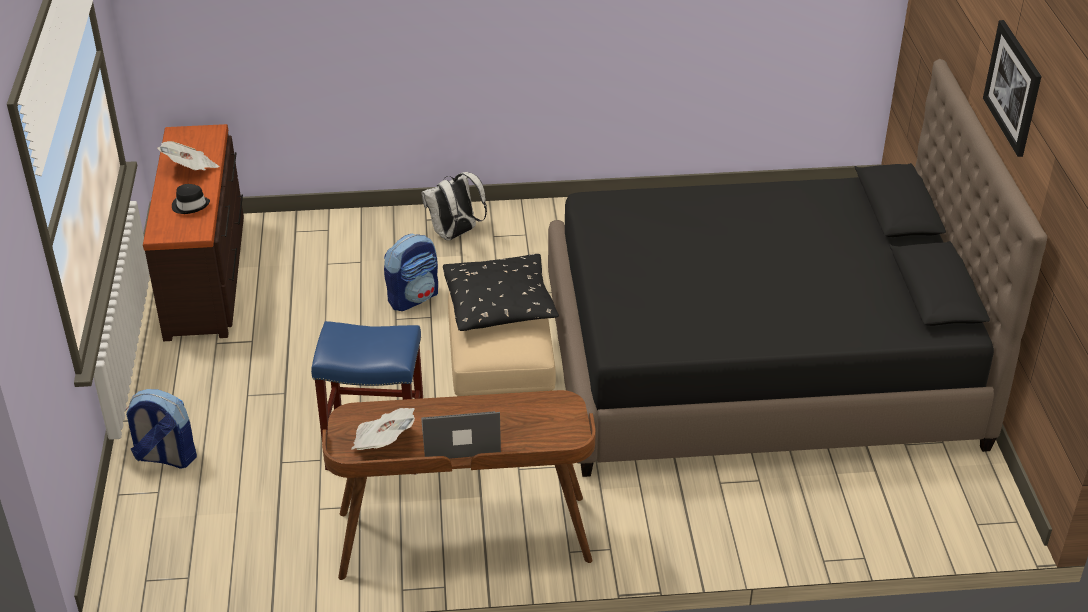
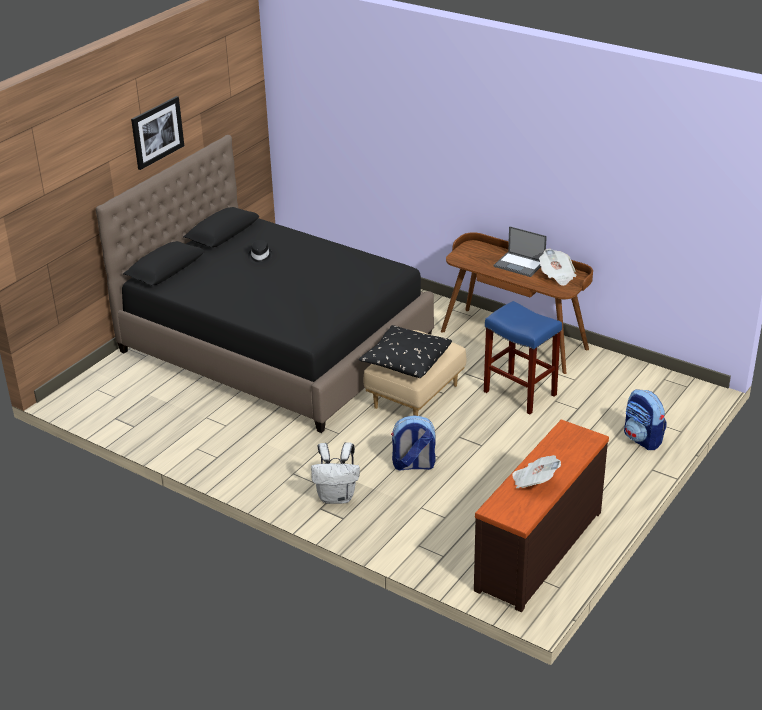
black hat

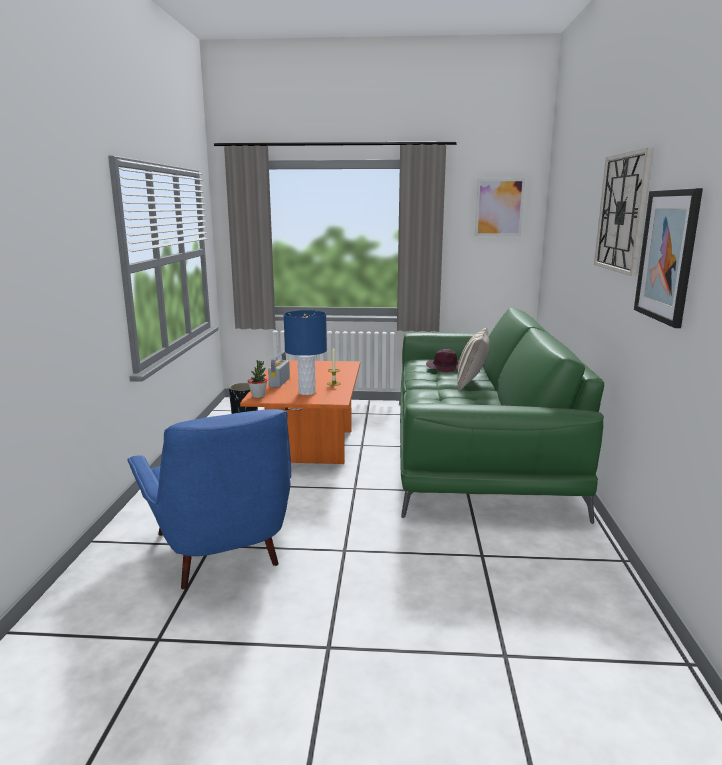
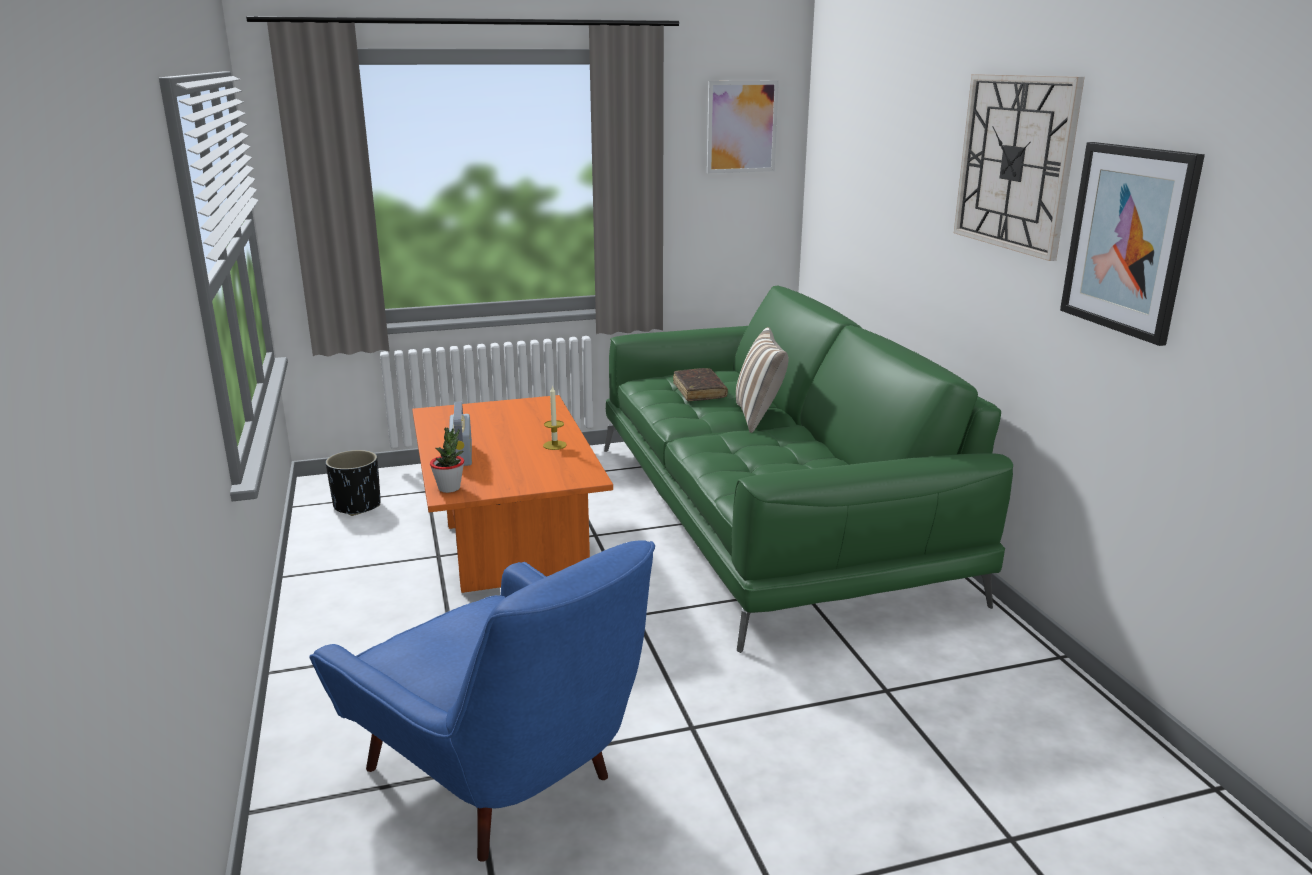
blue table lamp; brown book

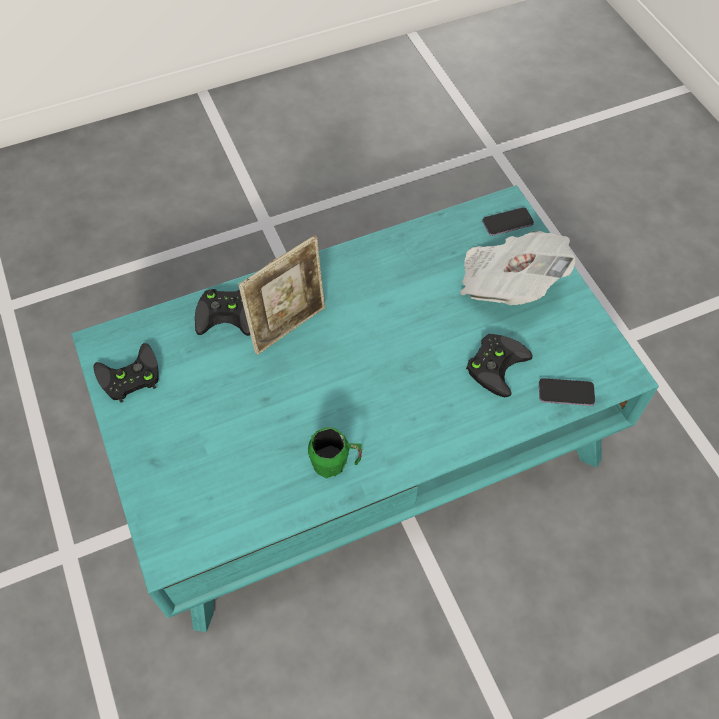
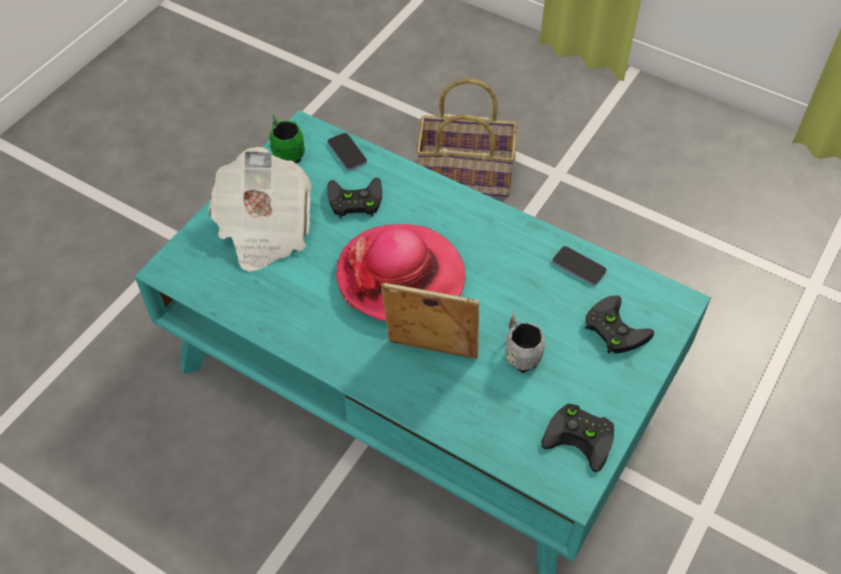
phone (2nd from left); black game controller (3rd from left); green mug; basket; hat; grey mug

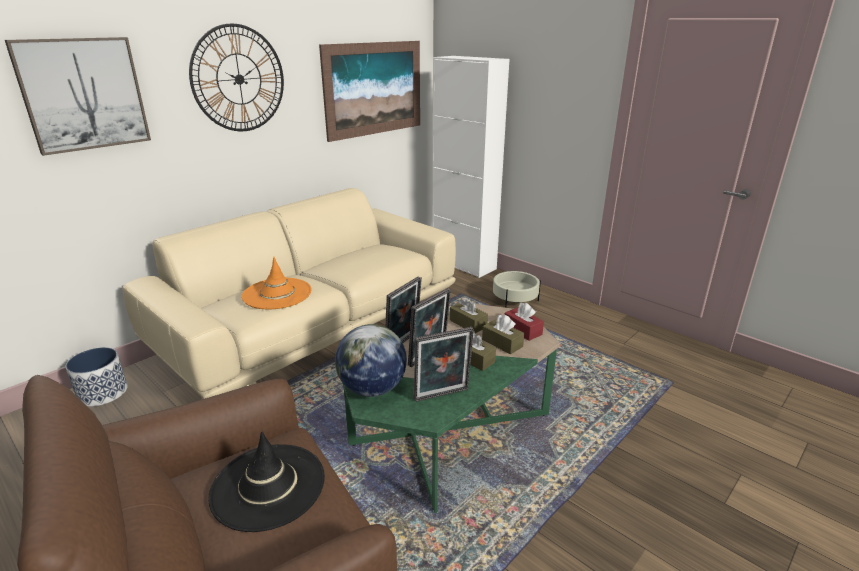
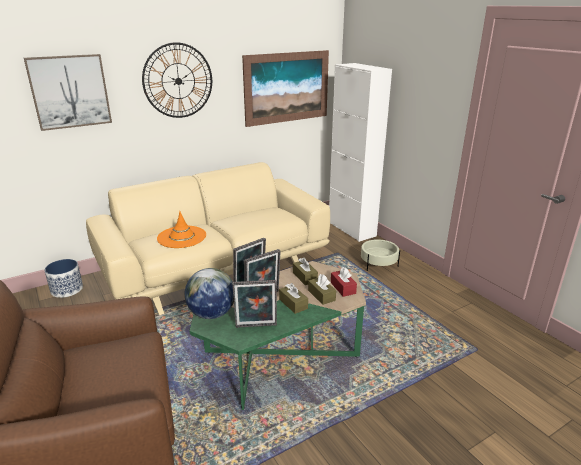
black hat

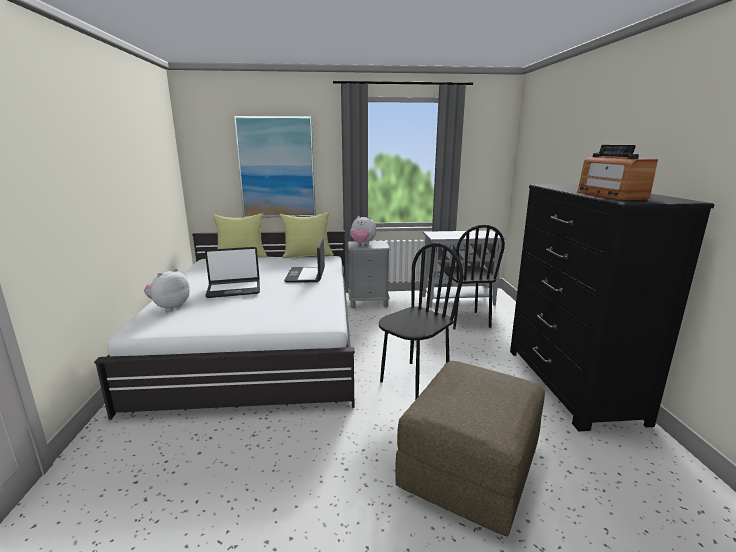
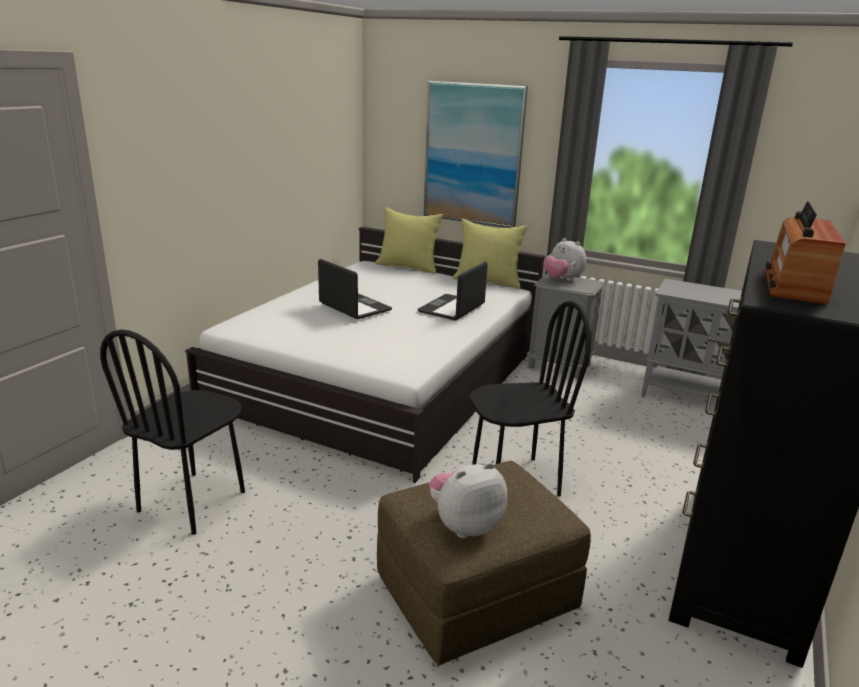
black chair (1st from left); laptop (1st from left); plush toy (1st from left)

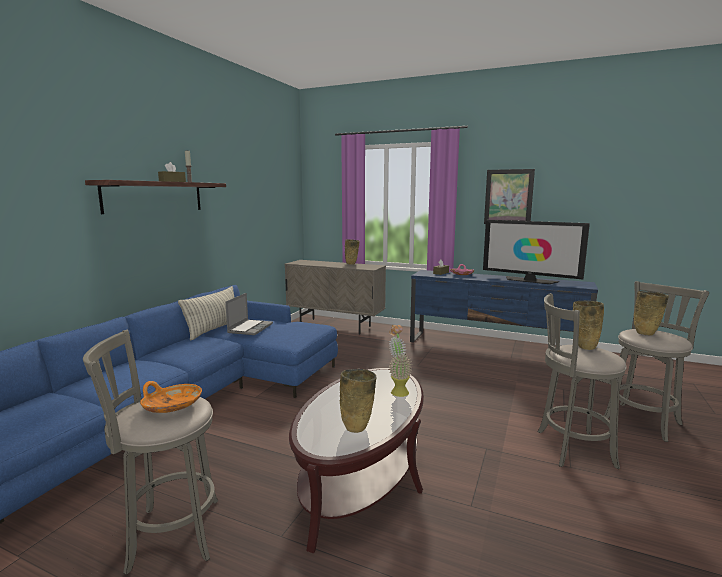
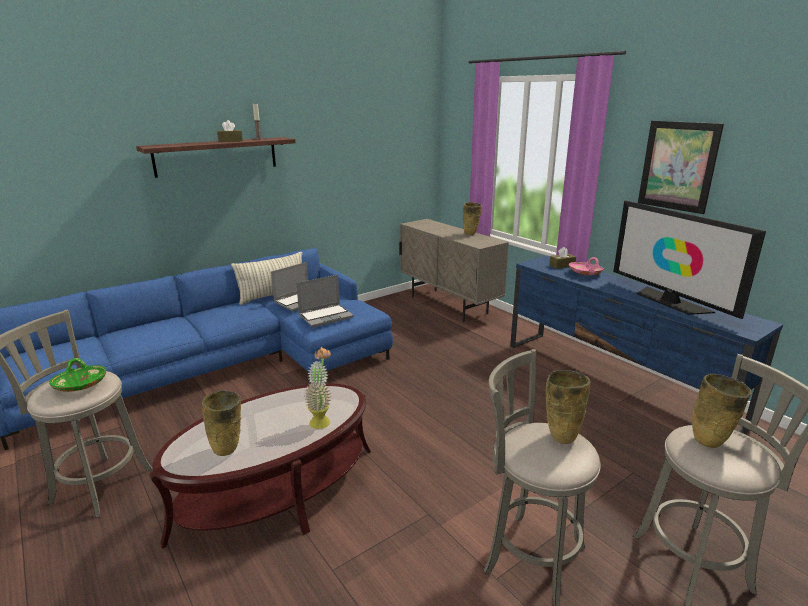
green bowl; laptop (2nd from left)

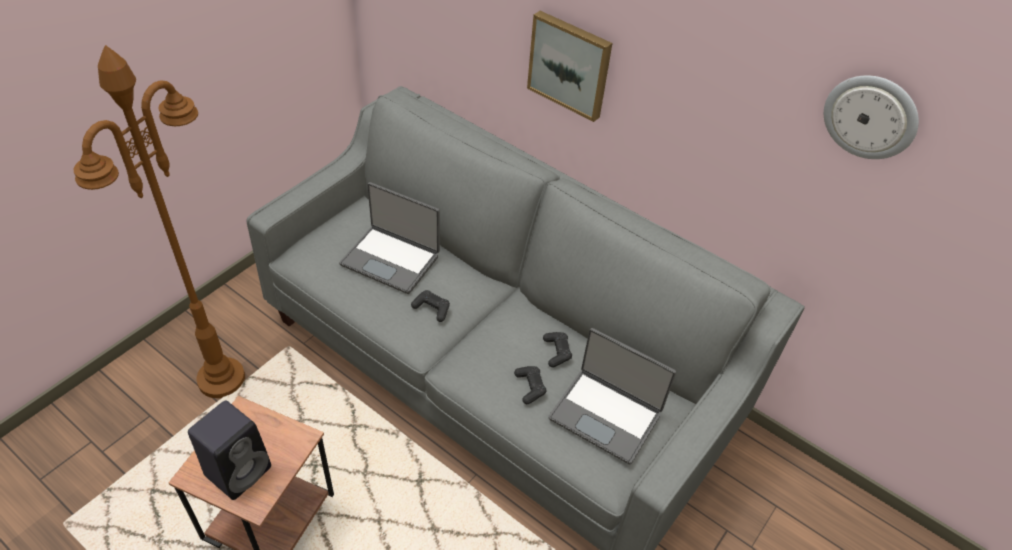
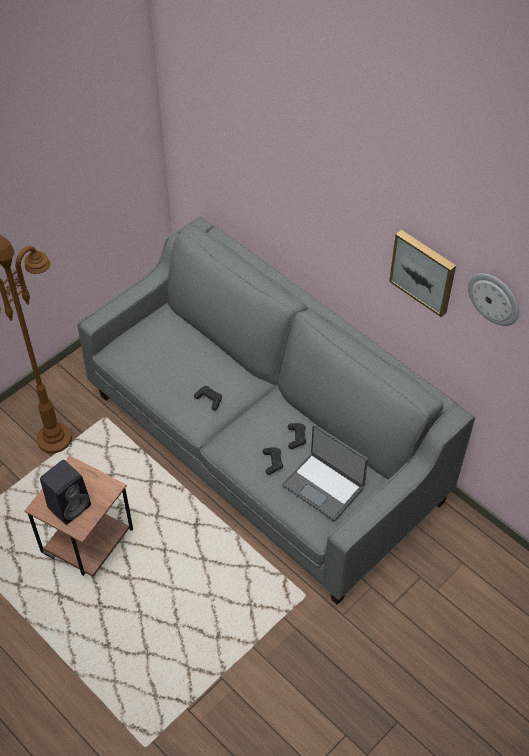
picture; laptop (1st from left in the first image)

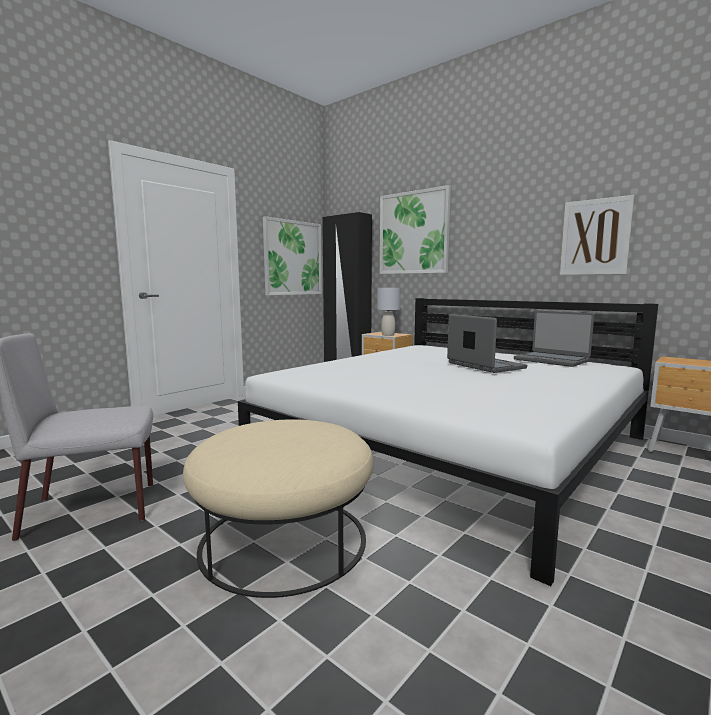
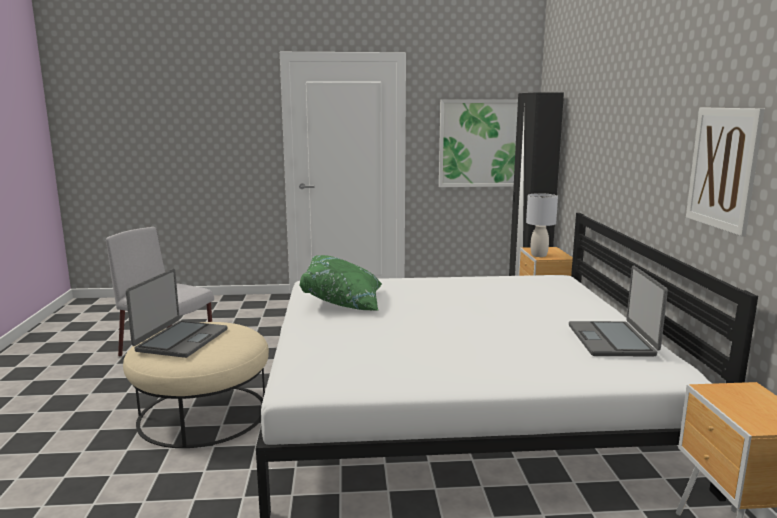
picture (2nd from left in the first image); laptop (1st from left); green pillow

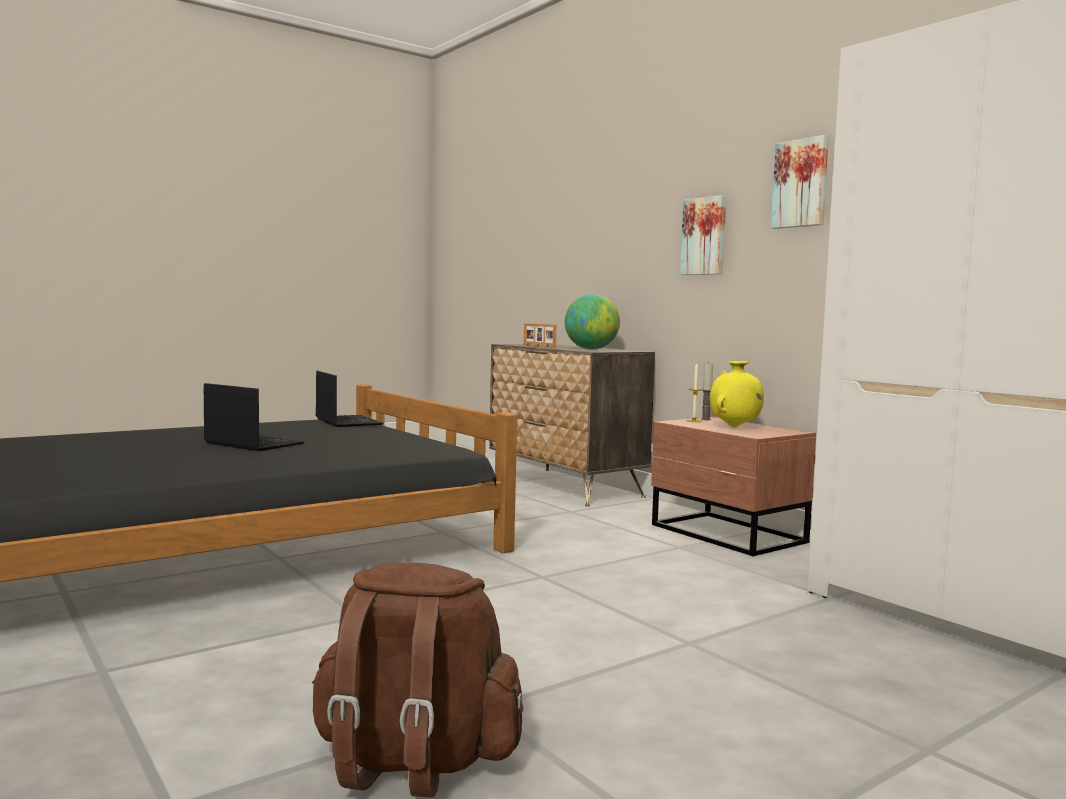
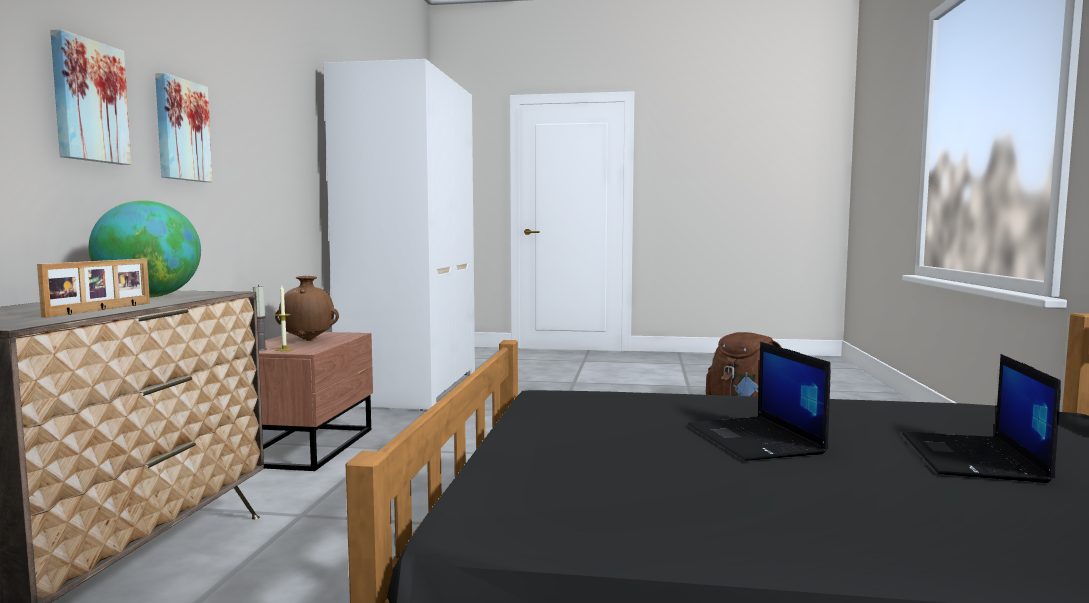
picture (1st from left); brown vase; laptop (2nd from left)

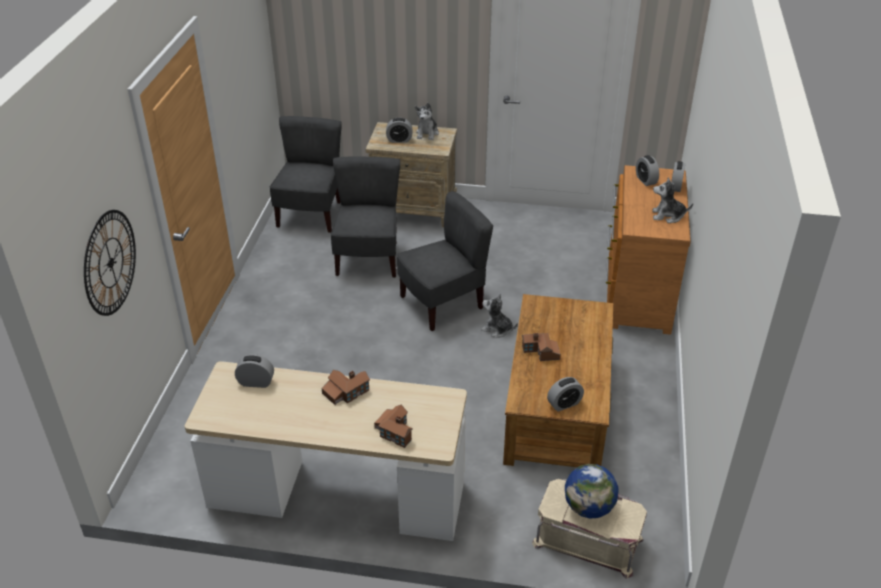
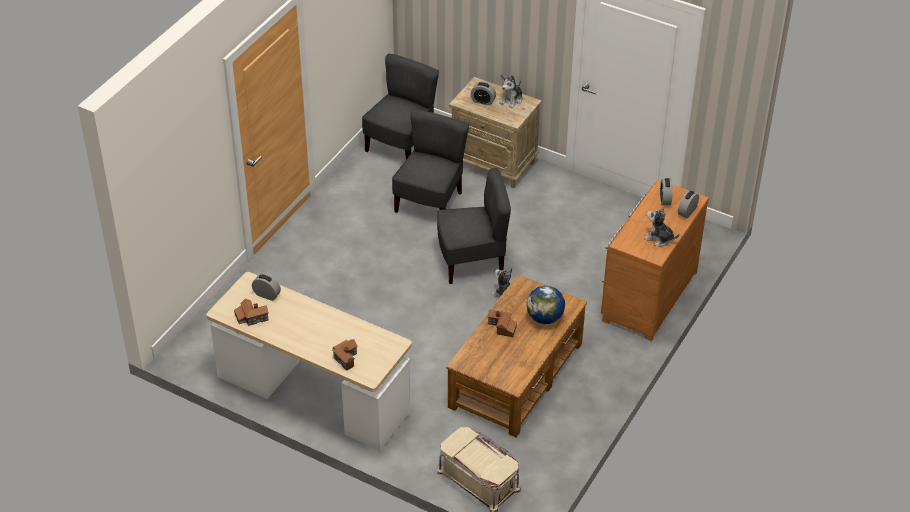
wall clock; toy house (1st from left); alarm clock (3rd from left in the first image); globe

